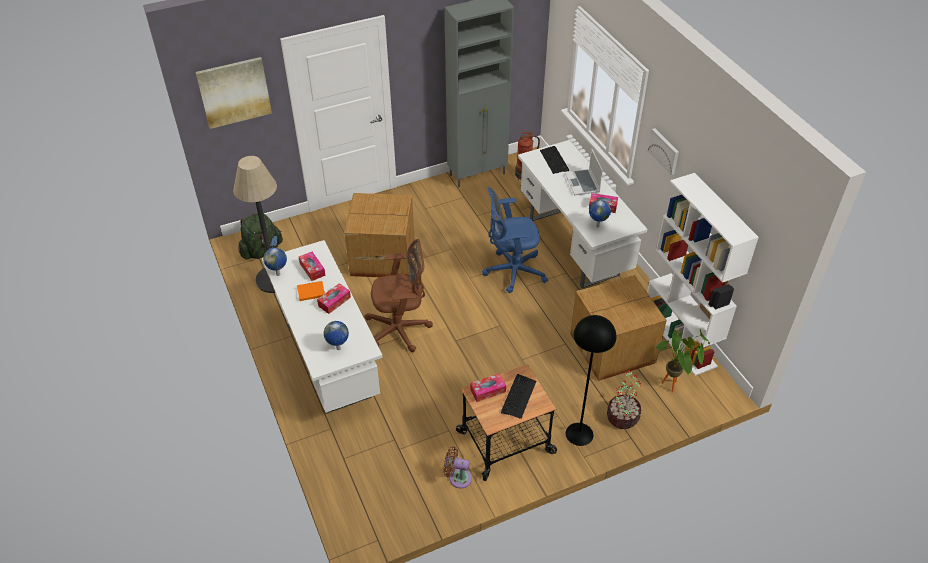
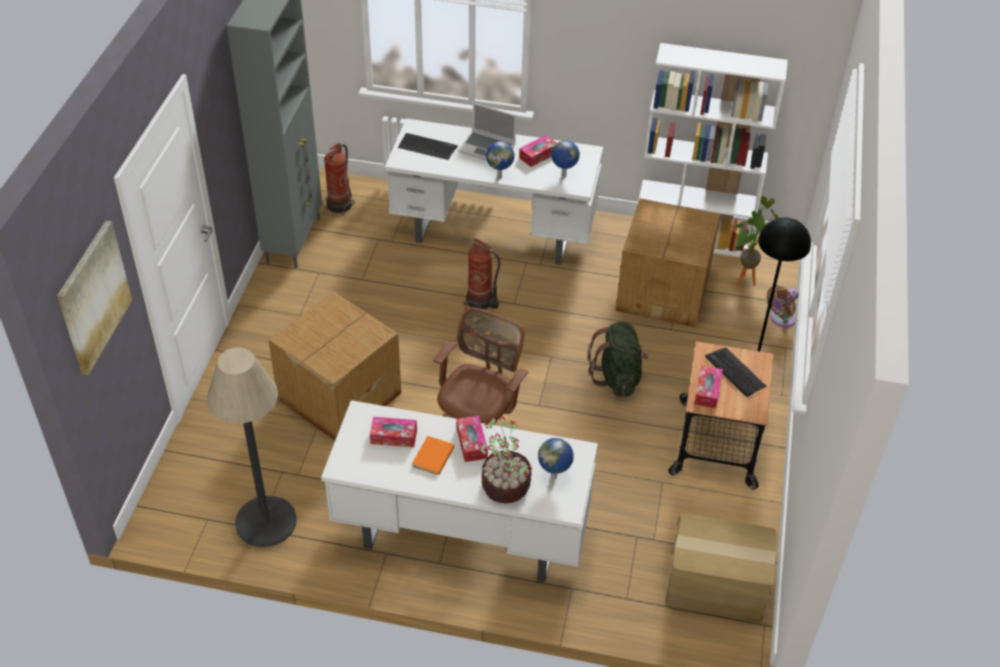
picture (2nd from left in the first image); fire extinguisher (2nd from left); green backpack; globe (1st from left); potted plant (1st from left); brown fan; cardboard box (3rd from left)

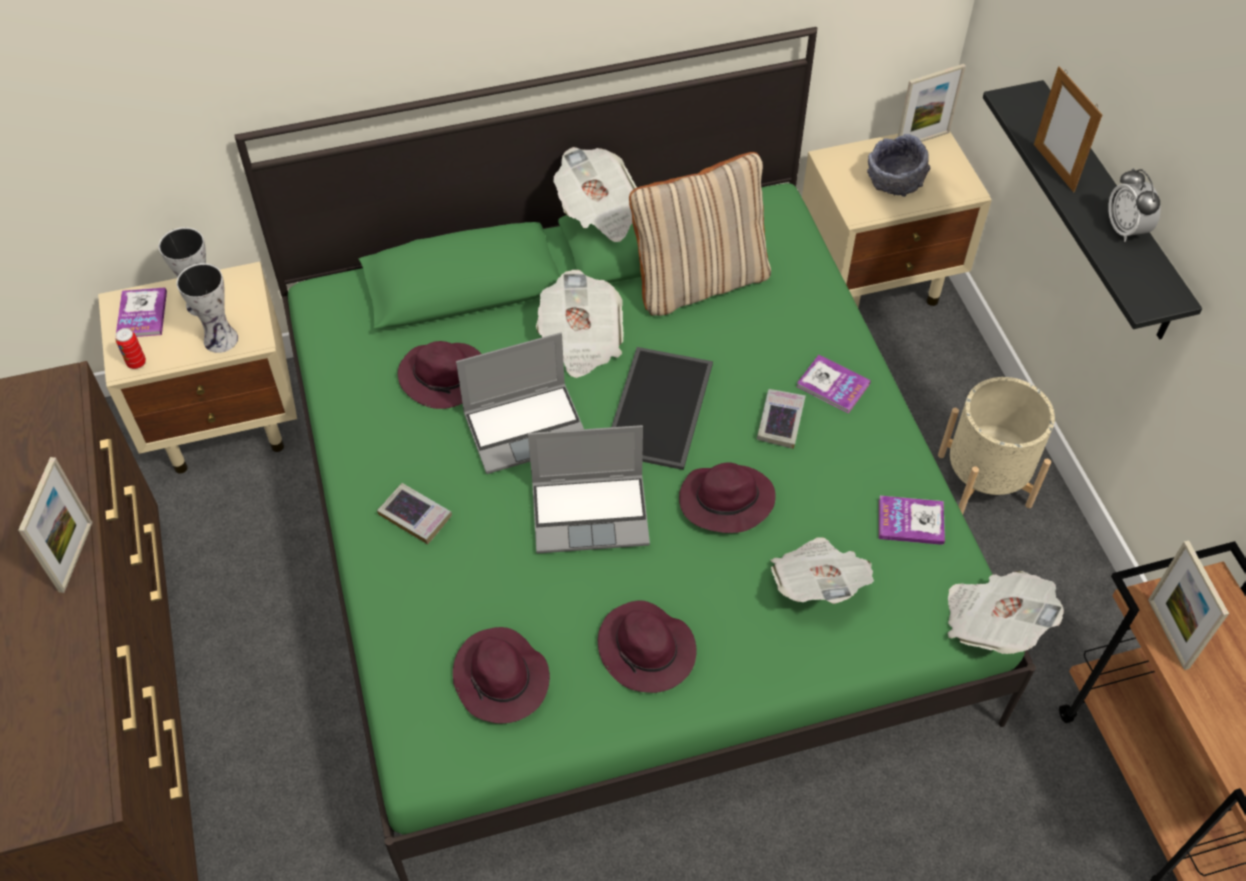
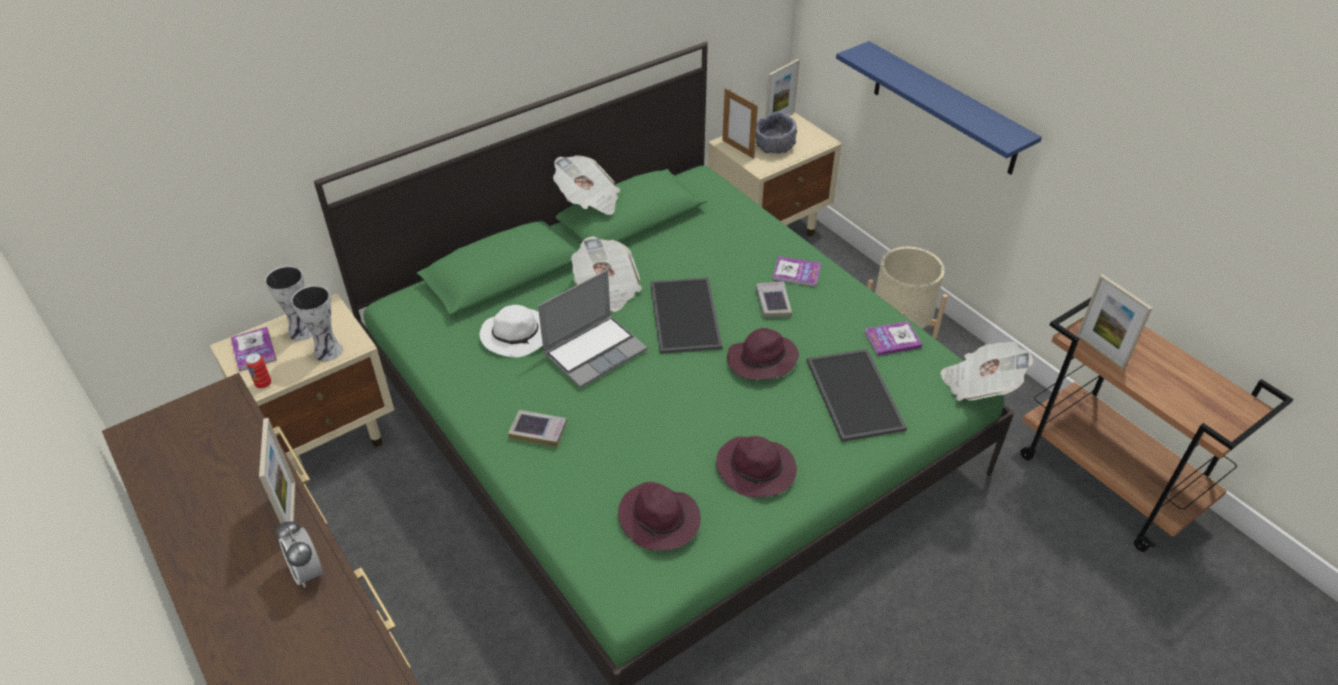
picture frame (2nd from left); blue shelf; beige pillow; alarm clock; white hat; laptop (2nd from left in the first image); tray (2nd from left)

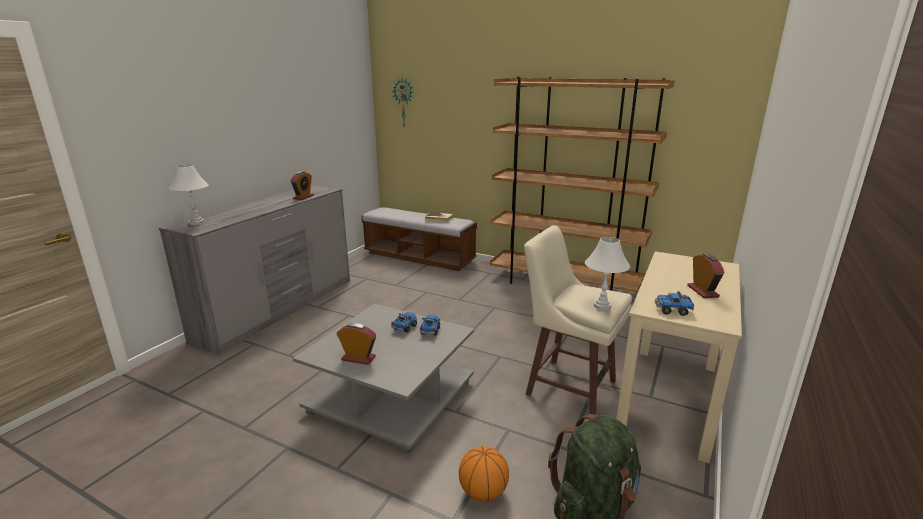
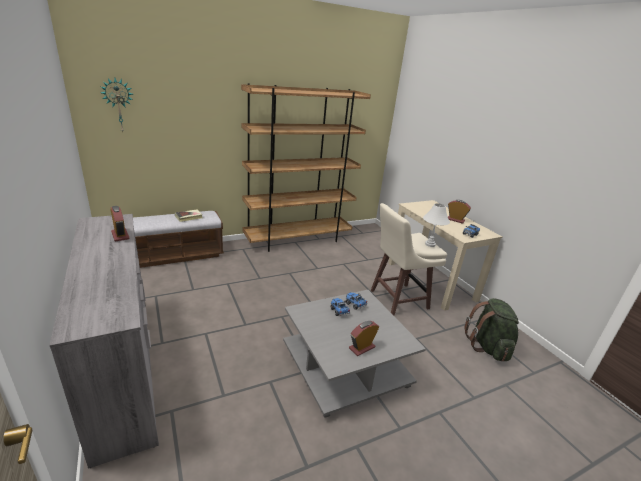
white table lamp (1st from left in the first image); basketball

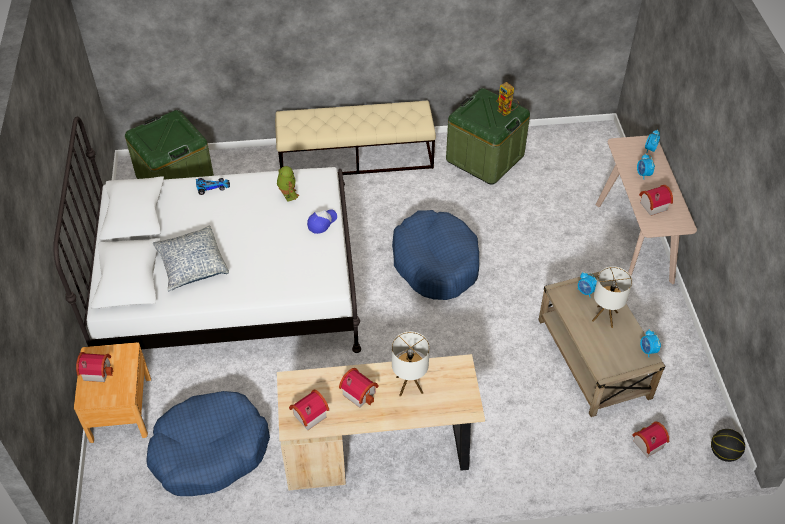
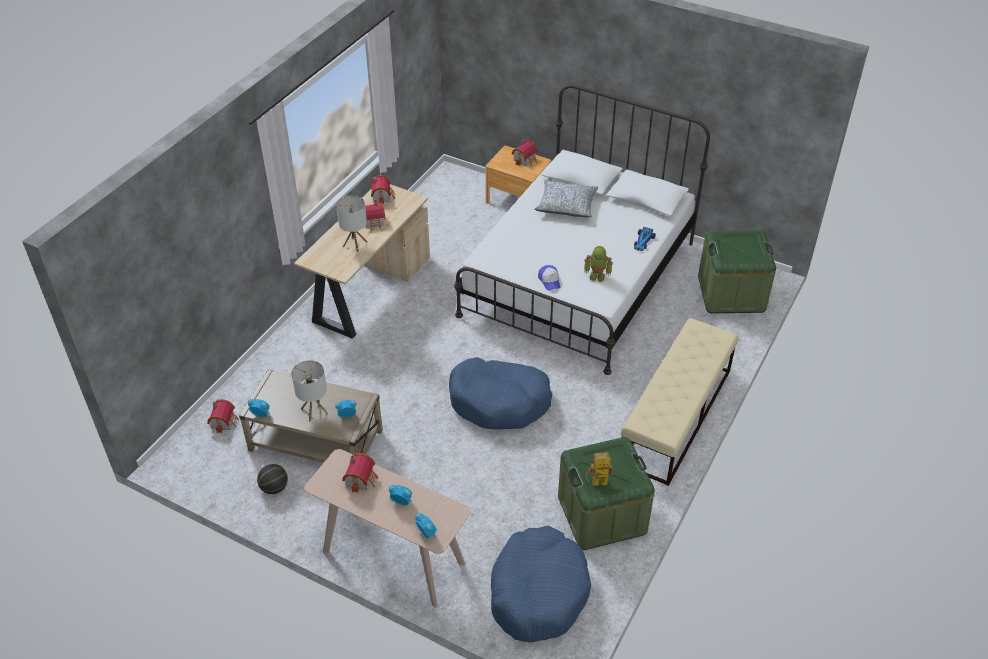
blue dog bed (2nd from left); basketball

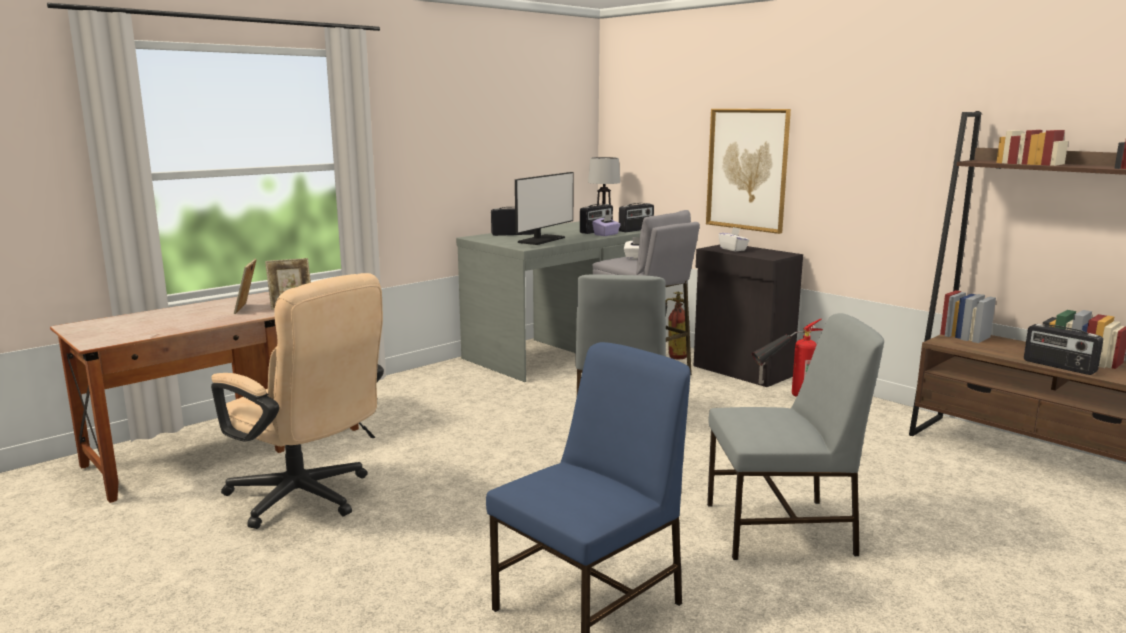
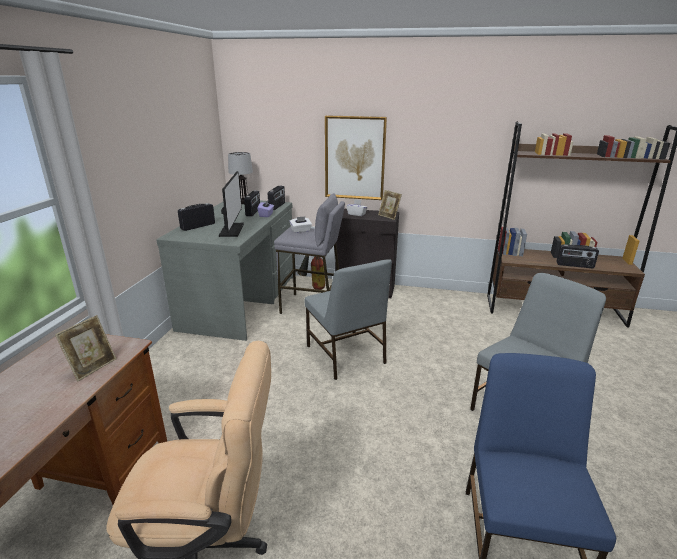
picture frame (2nd from left); fire extinguisher (2nd from left in the first image)

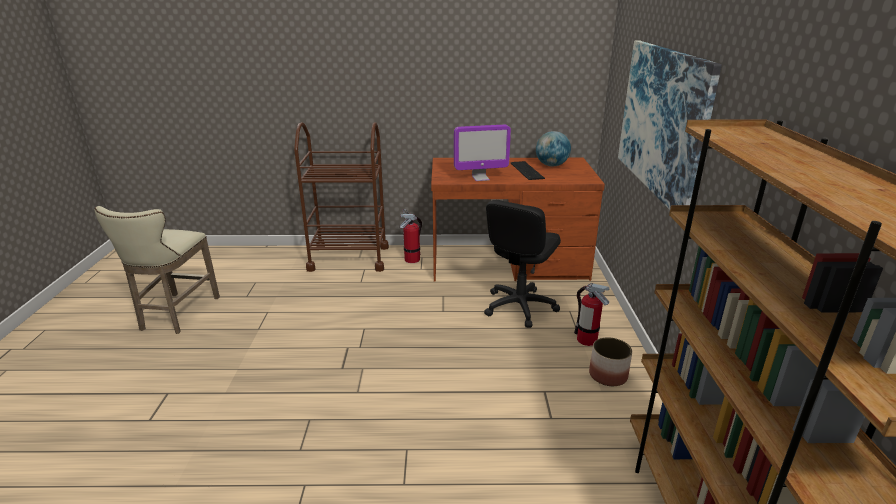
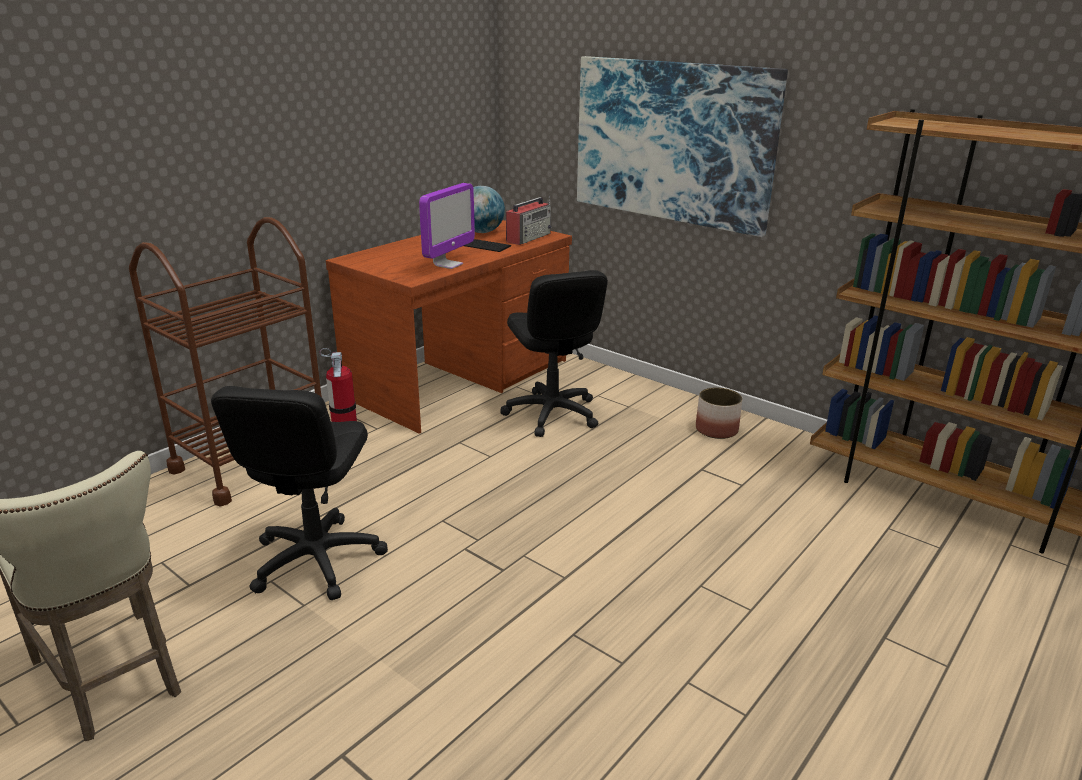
fire extinguisher (2nd from left in the first image); radio; black office chair (1st from left)

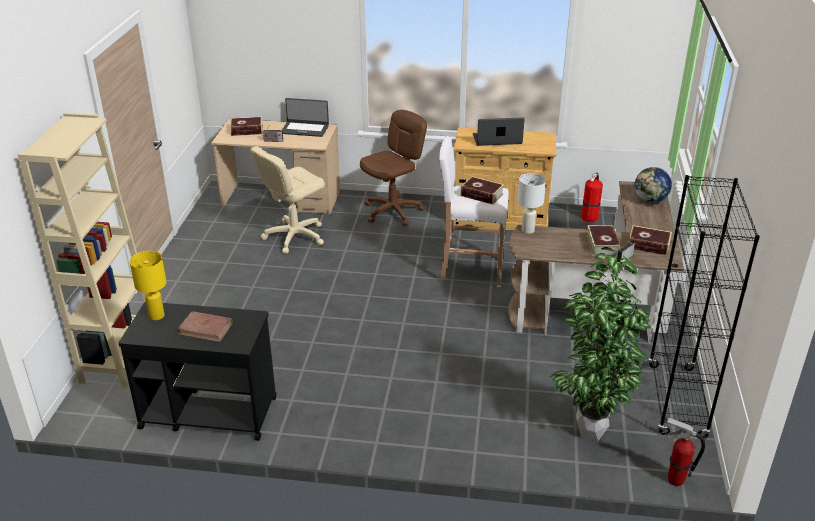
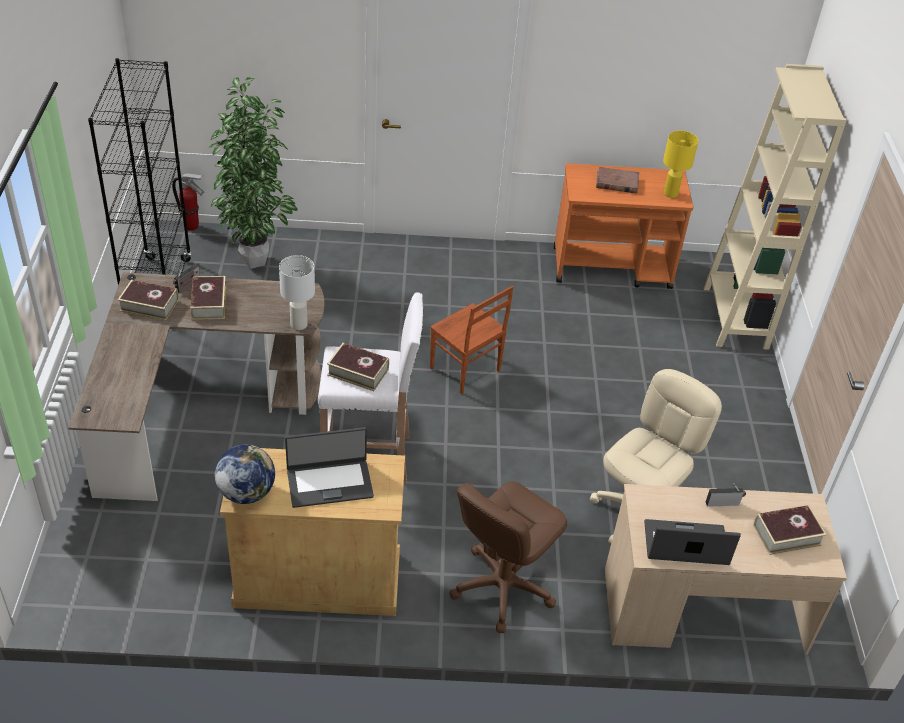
globe; fire extinguisher (1st from left in the first image); orange cart; brown chair

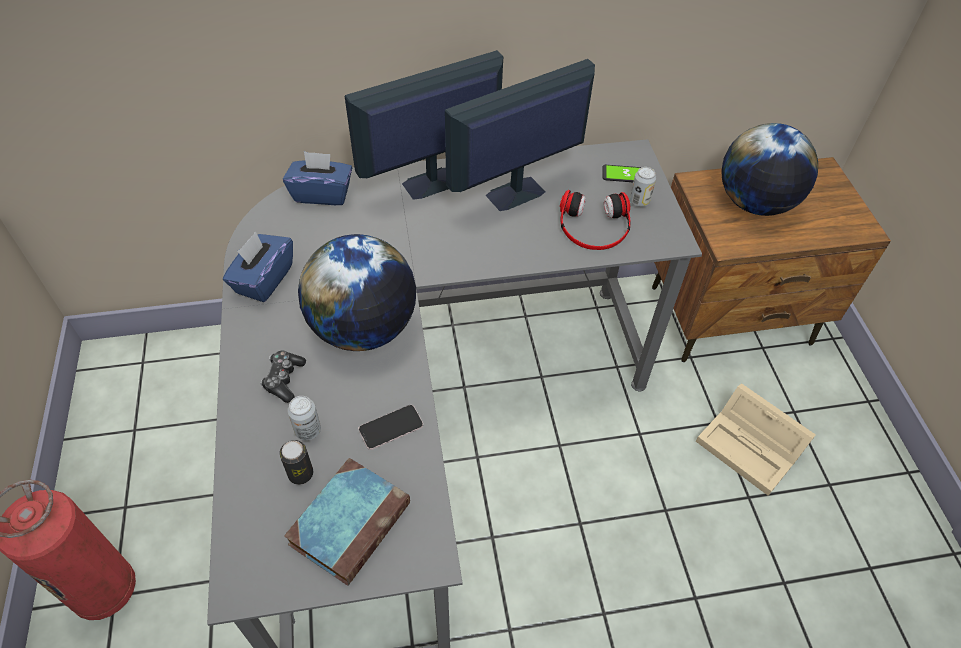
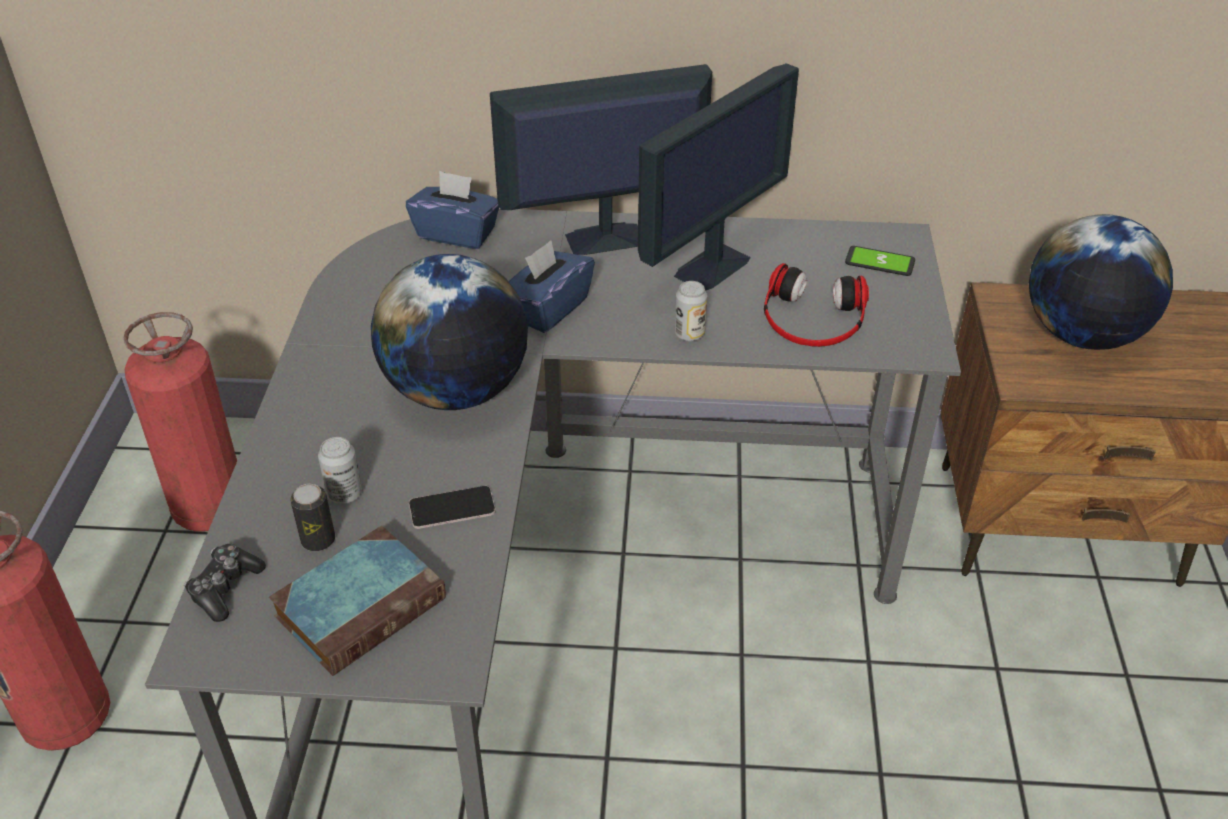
monitor (2nd from left); can (3rd from left); blue tissue box (2nd from left); game controller; beige storage box; fire extinguisher (2nd from left)

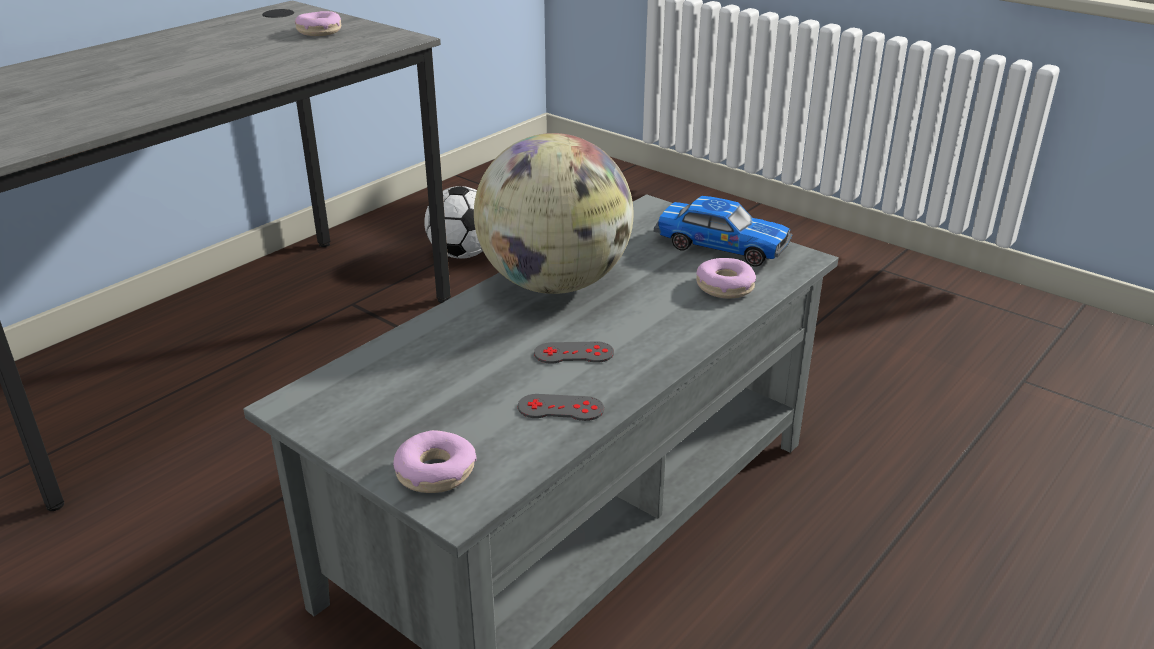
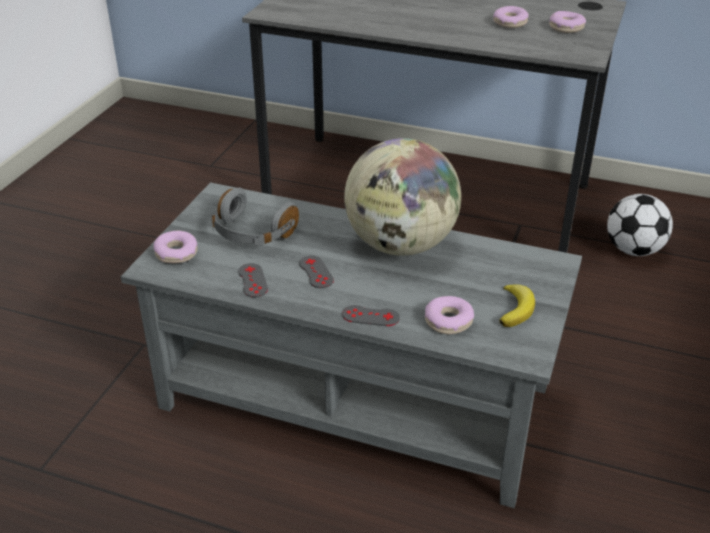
banana; donut (3rd from left); grey headphones; grey game controller (3rd from left)

